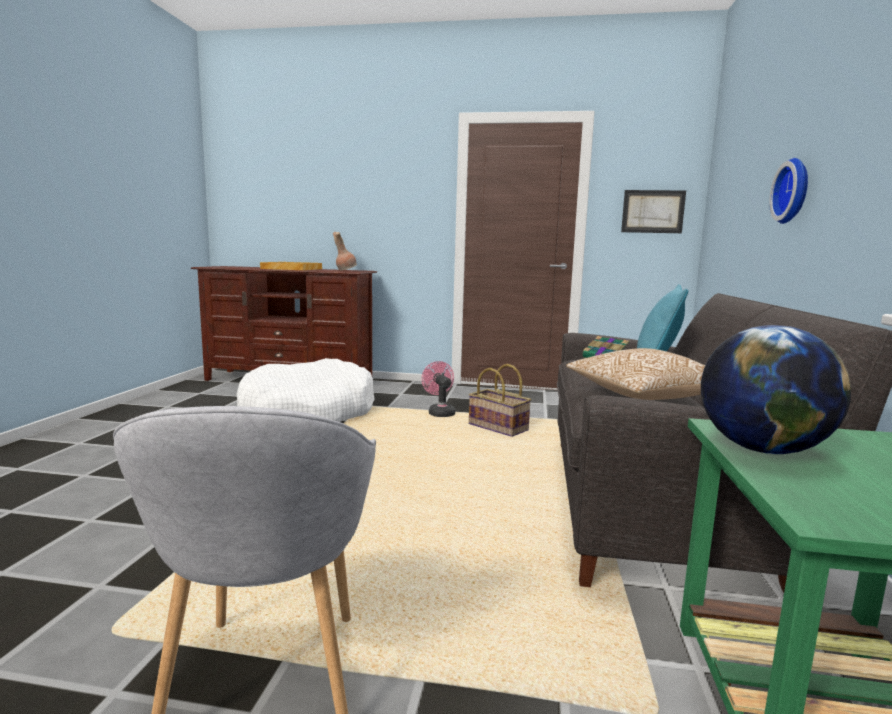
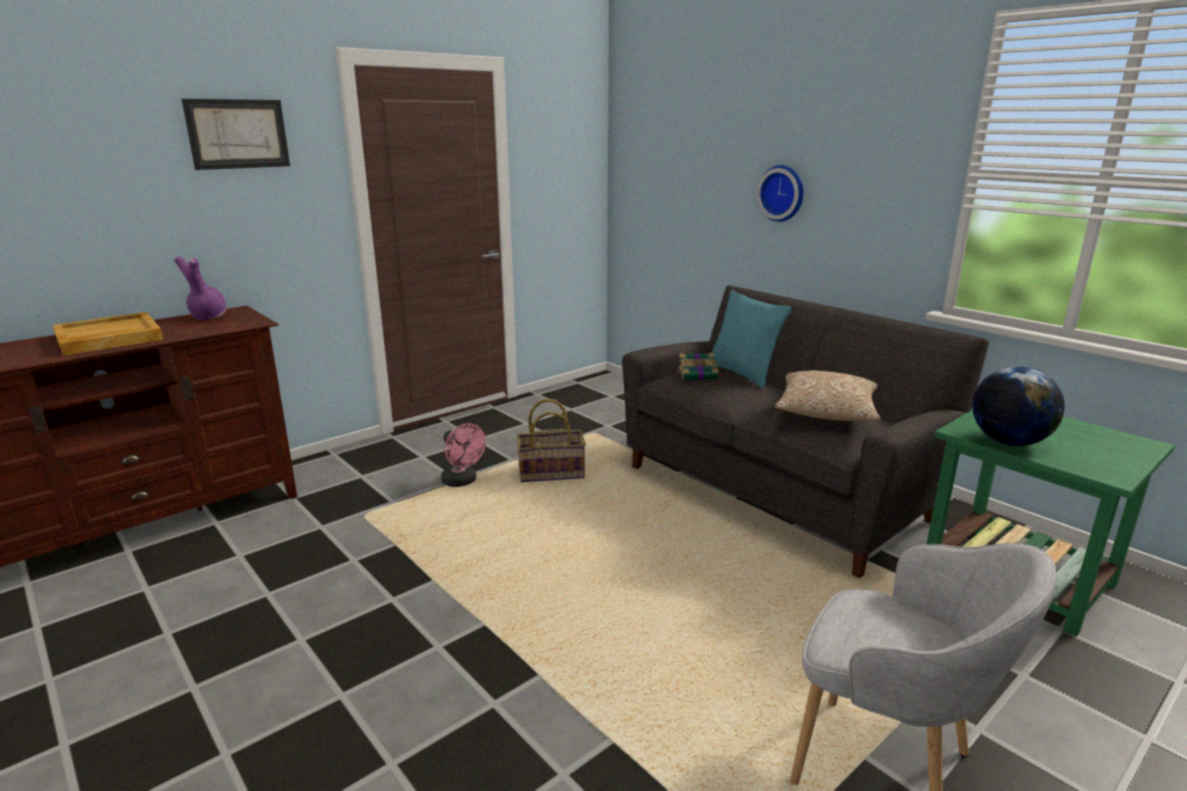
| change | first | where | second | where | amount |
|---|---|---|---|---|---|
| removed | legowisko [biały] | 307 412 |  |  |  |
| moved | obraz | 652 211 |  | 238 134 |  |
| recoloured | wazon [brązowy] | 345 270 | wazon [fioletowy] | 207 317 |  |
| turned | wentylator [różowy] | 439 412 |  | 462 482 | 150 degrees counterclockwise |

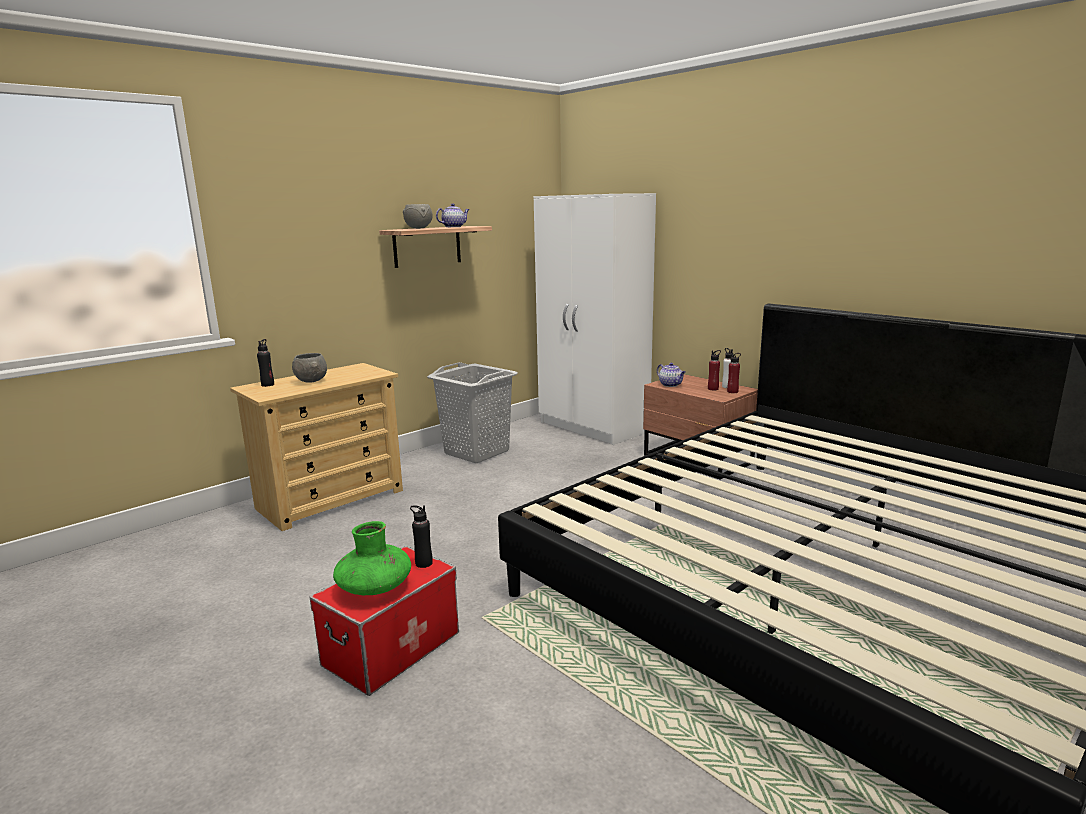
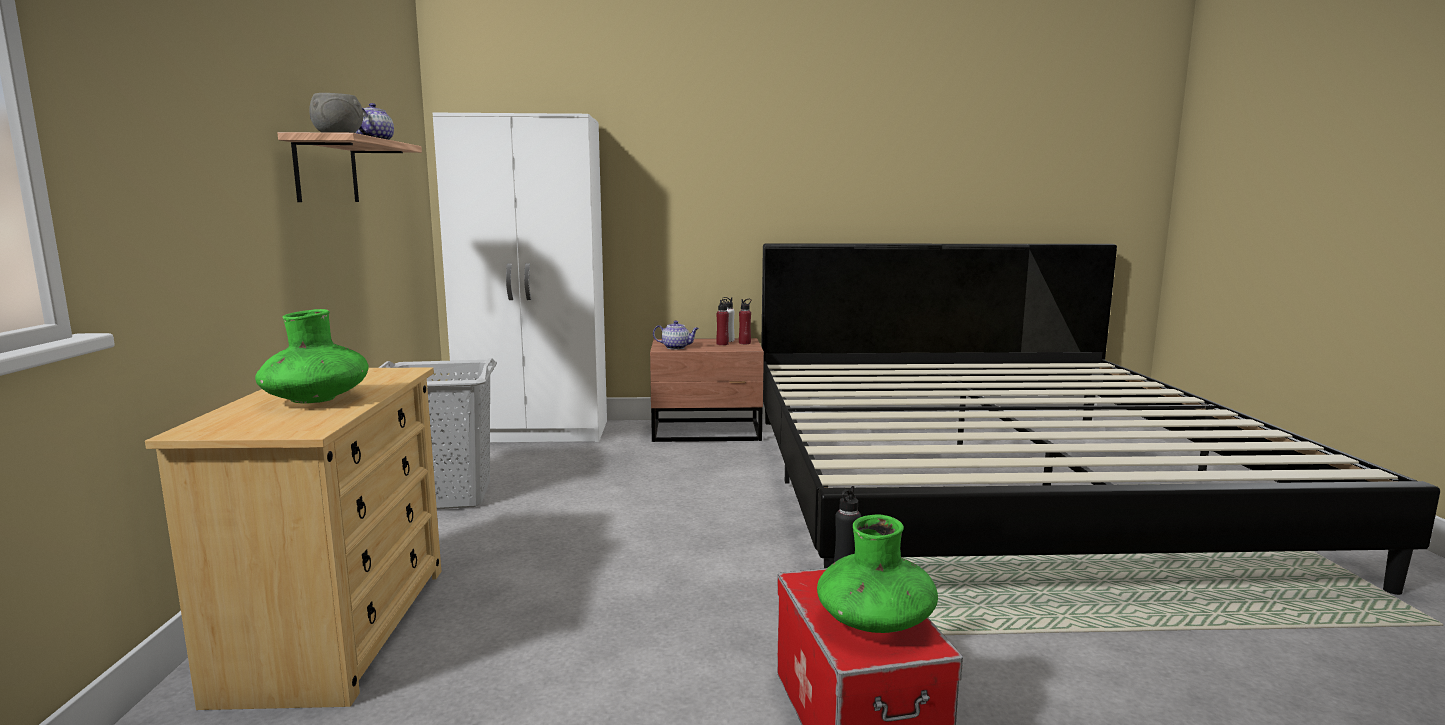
| change | first | where | second | where | amount |
|---|---|---|---|---|---|
| removed | butelka [czarny] | 268 385 |  |  |  |
| replaced | miska [szary] | 311 382 | wazon [zielony] | 316 400 |  |

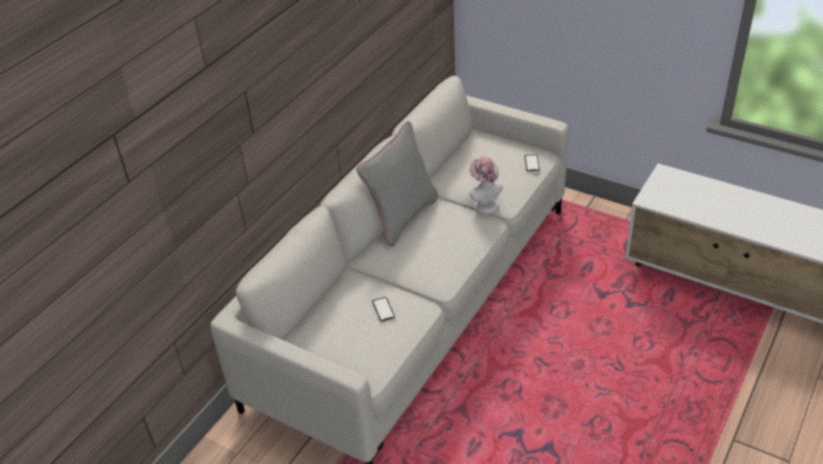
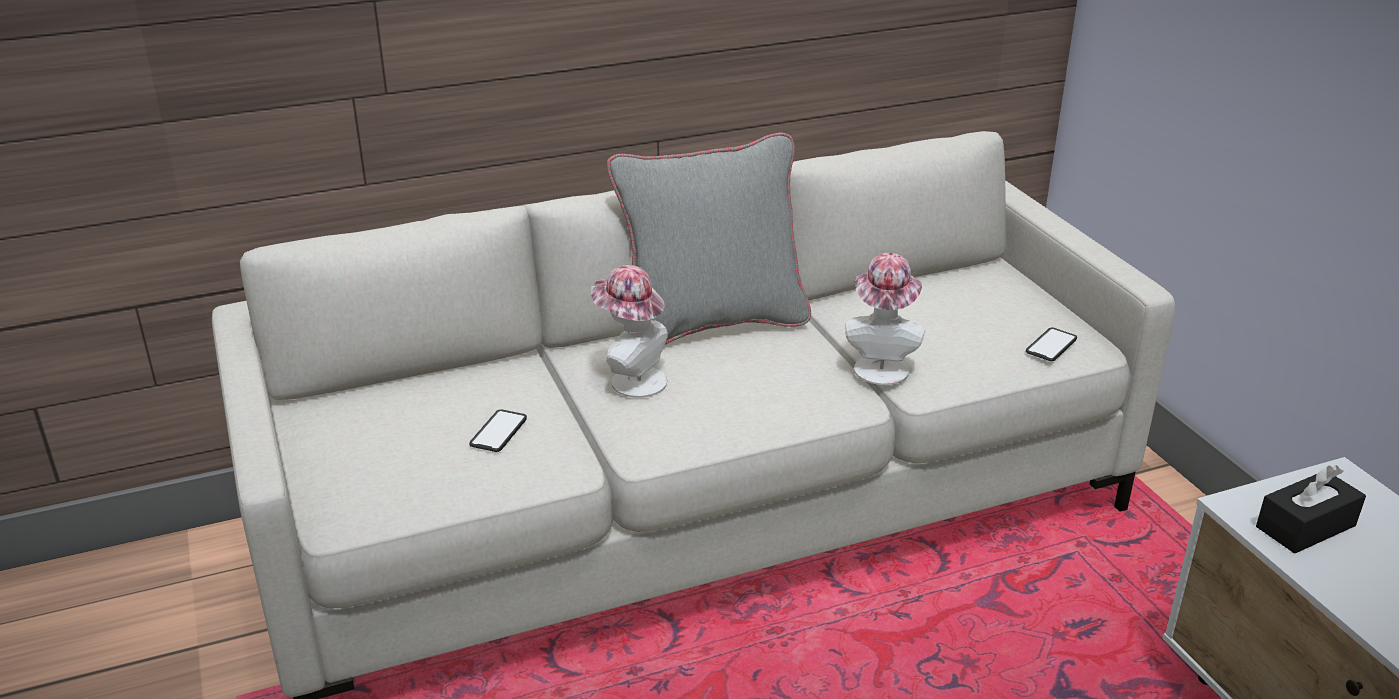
| change | first | where | second | where | amount |
|---|---|---|---|---|---|
| added |  |  | kapelusz | 631 380 |  |
| added |  |  | pudełko chusteczek [czarny] | 1305 526 |  |

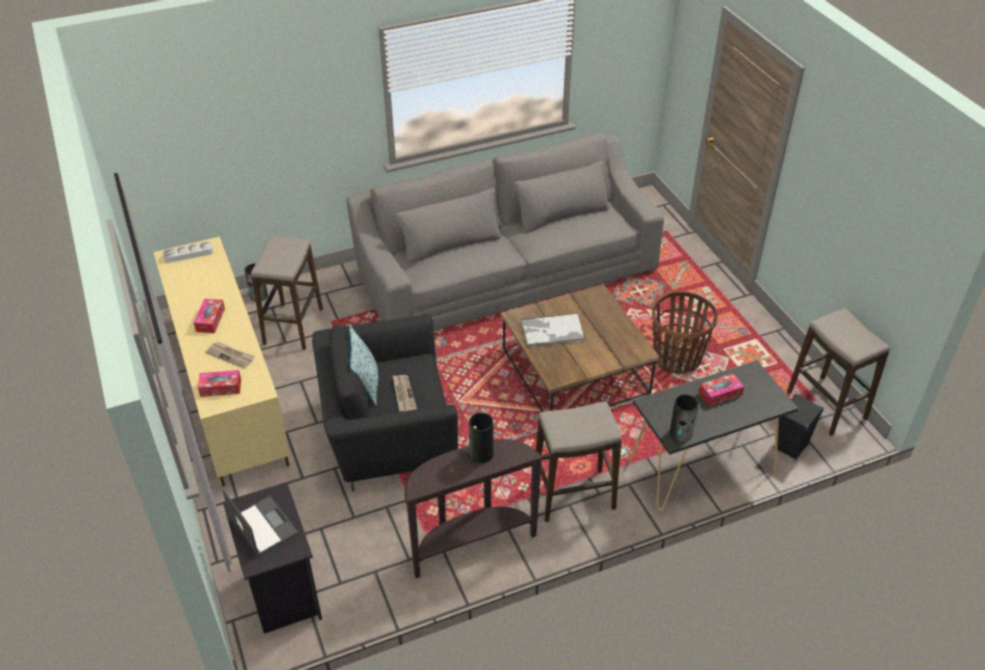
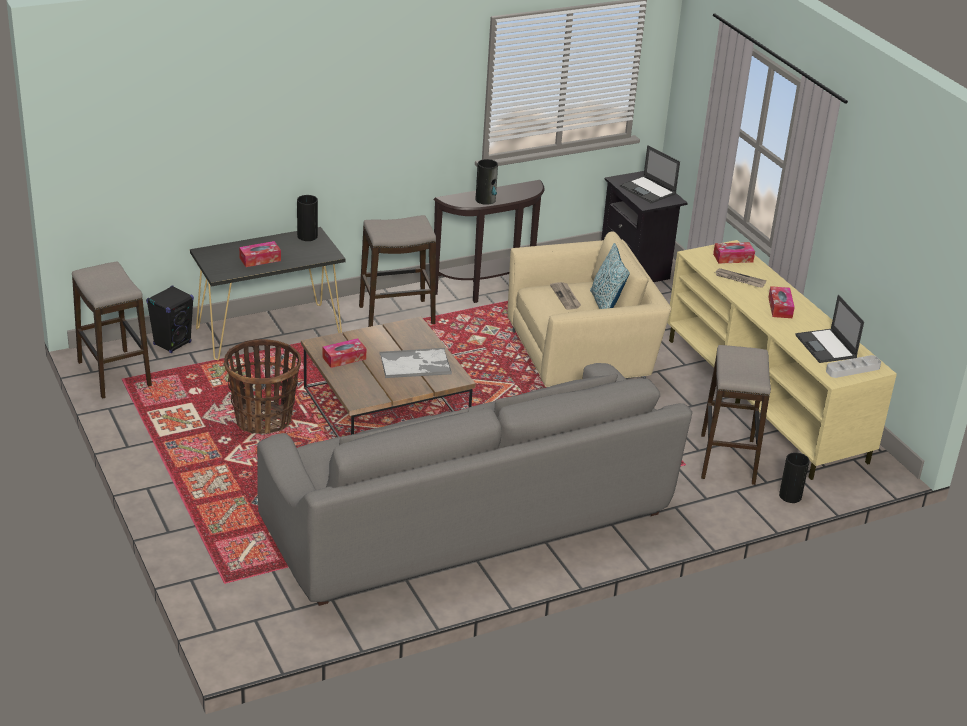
| change | first | where | second | where | amount |
|---|---|---|---|---|---|
| added |  |  | pudełko chusteczek | 344 358 |  |
| added |  |  | laptop | 826 347 |  |
| recoloured | fotel [czarny] | 388 436 | fotel [beżowy] | 581 359 |  |

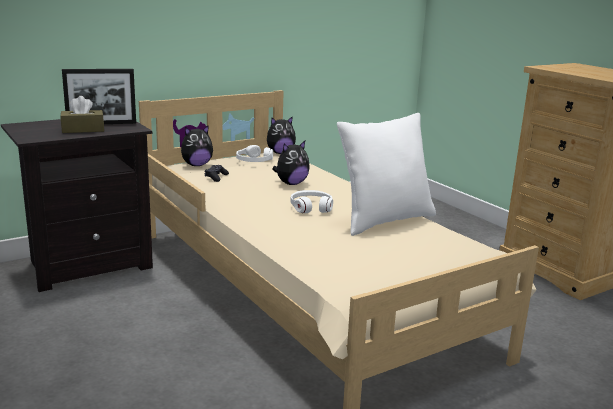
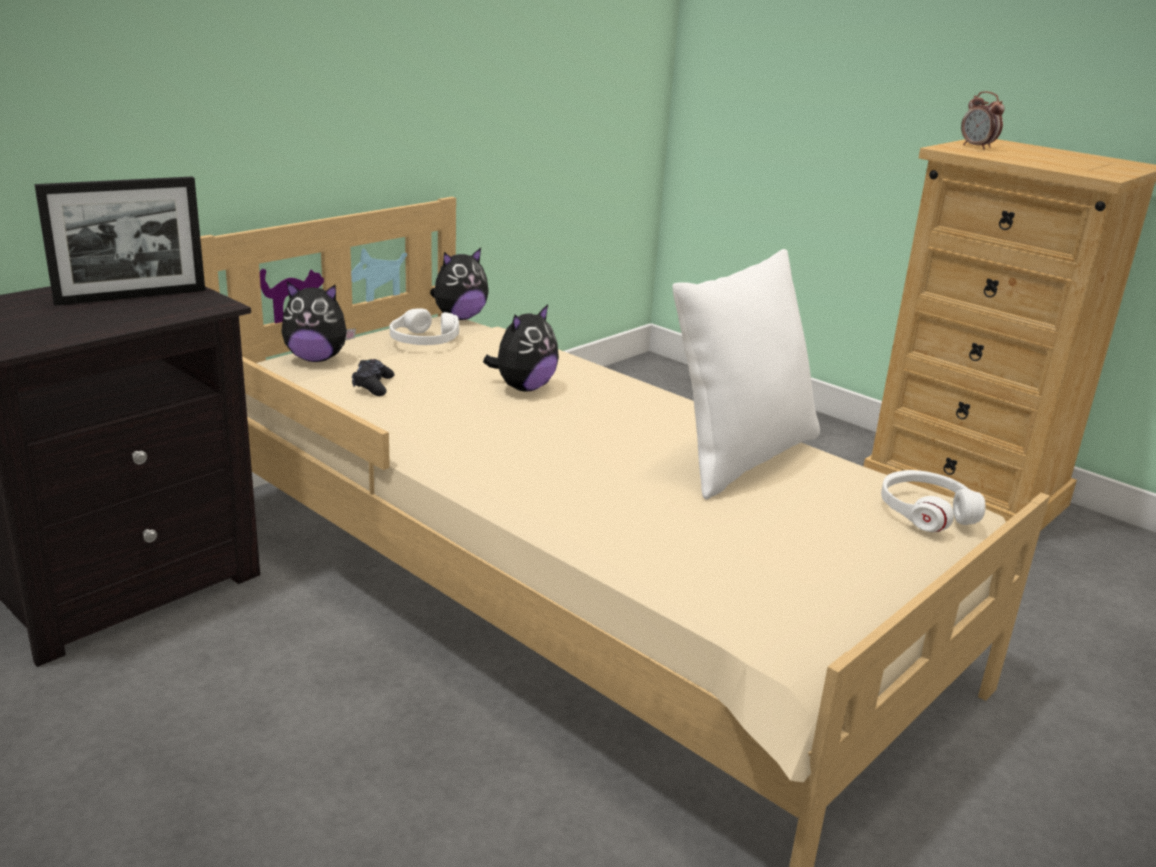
| change | first | where | second | where | amount |
|---|---|---|---|---|---|
| removed | pudełko chusteczek [brązowy] | 83 129 |  |  |  |
| added |  |  | budzik | 977 147 |  |
| moved | słuchawki [biały] | 311 207 |  | 925 512 |  |
| turned | pluszak | 196 165 |  | 317 358 | 45 degrees clockwise |

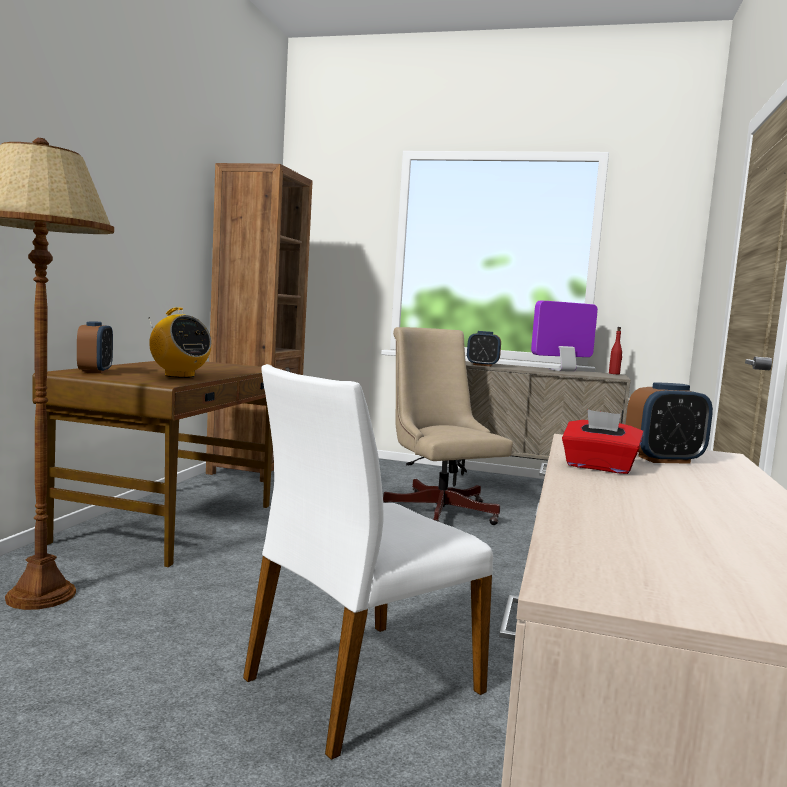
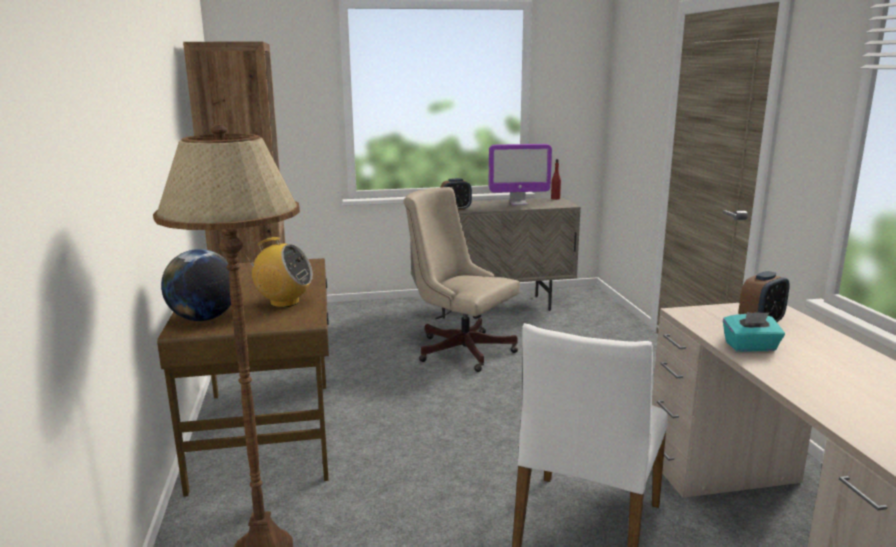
| change | first | where | second | where | amount |
|---|---|---|---|---|---|
| replaced | budzik | 95 371 | globus | 203 318 |  |
| recoloured | pudełko chusteczek [czerwony] | 599 467 | pudełko chusteczek [turkusowy] | 750 347 |  |
| turned | monitor | 562 370 |  | 518 203 | 135 degrees counterclockwise |

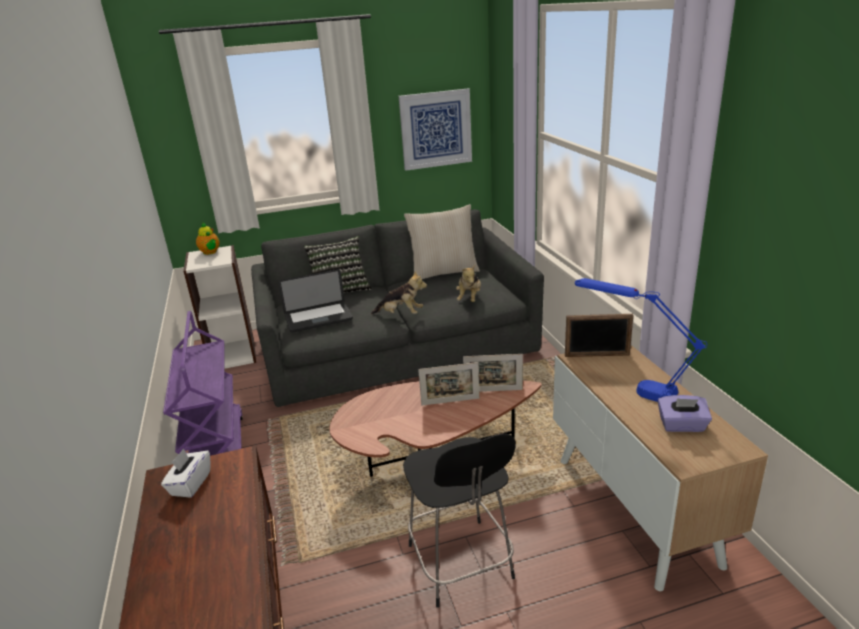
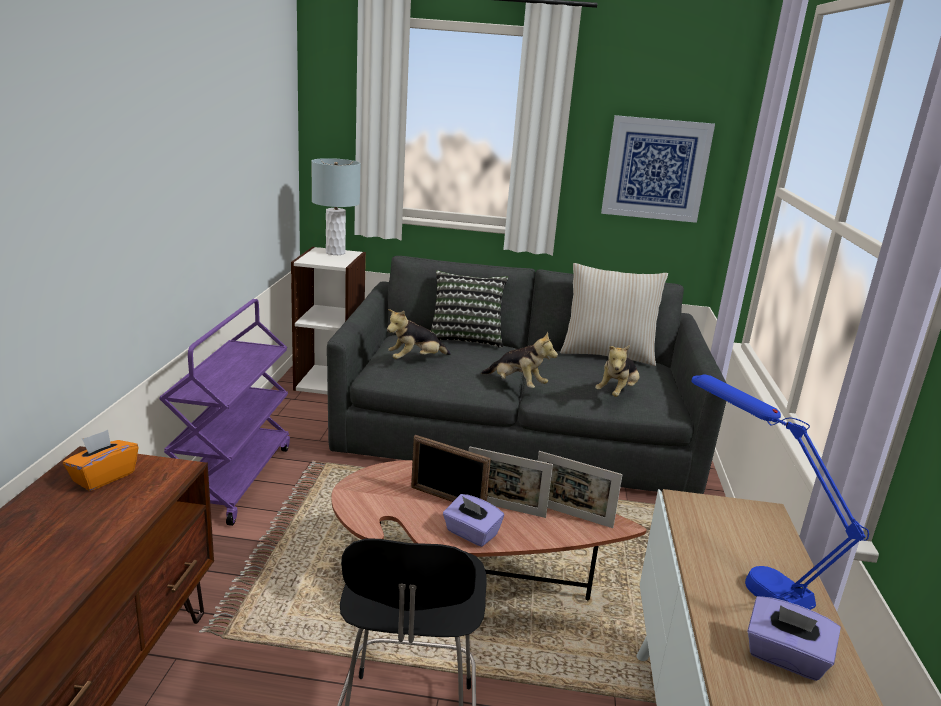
| change | first | where | second | where | amount |
|---|---|---|---|---|---|
| added |  |  | pudełko chusteczek [fioletowy] | 471 534 |  |
| moved | ramka na zdjęcie | 597 355 |  | 447 499 |  |
| replaced | imbryk | 210 252 | lampa stołowa [szary] | 335 253 |  |
| replaced | laptop | 318 318 | pluszak | 415 360 |  |
| recoloured | pudełko chusteczek [biały] | 190 484 | pudełko chusteczek [pomarańczowy] | 103 477 |  |

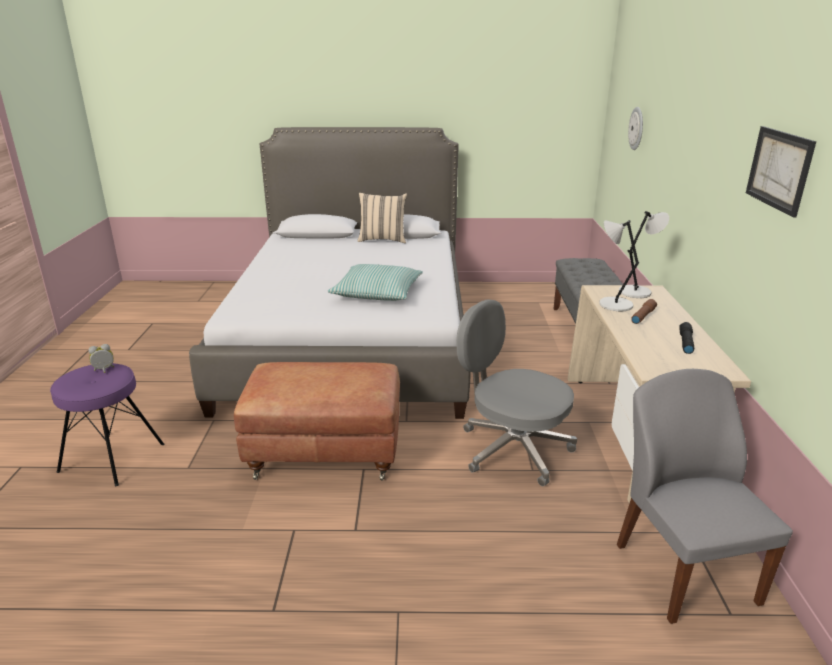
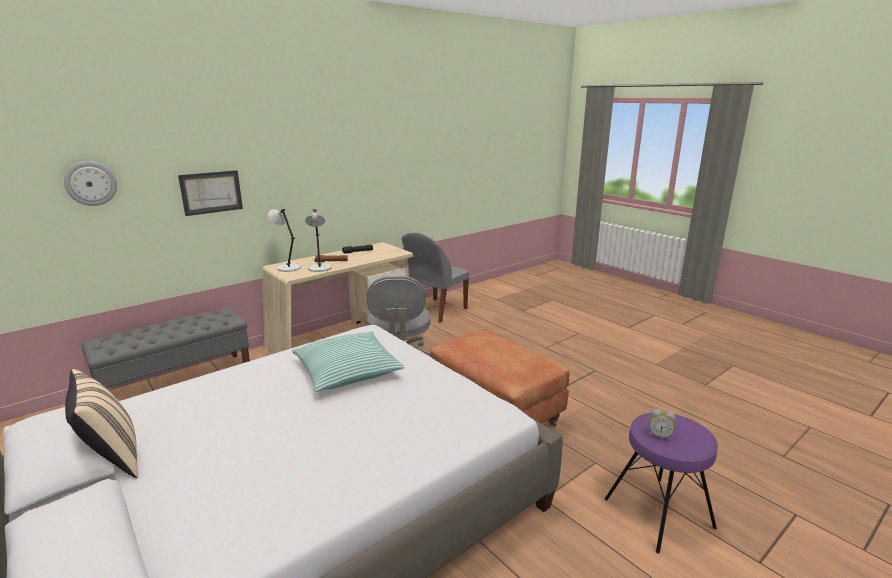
| change | first | where | second | where | amount |
|---|---|---|---|---|---|
| moved | obraz | 779 169 |  | 211 192 |  |

